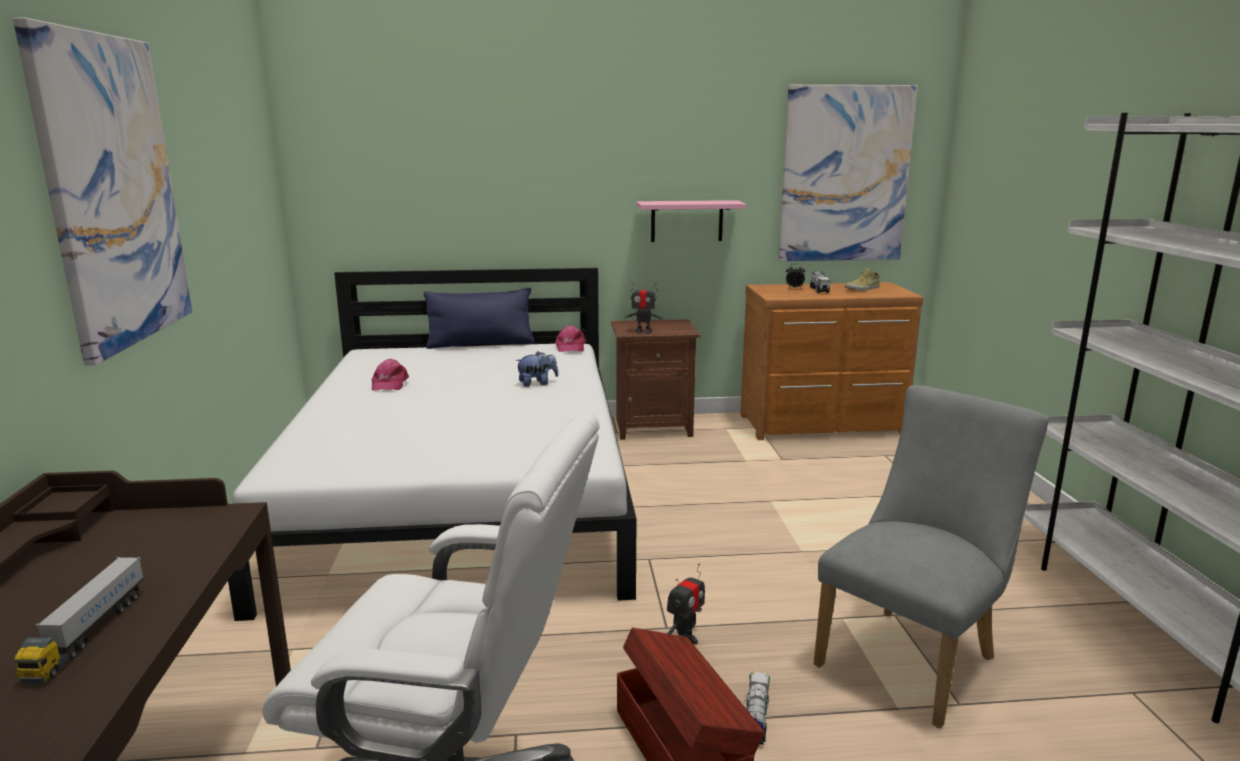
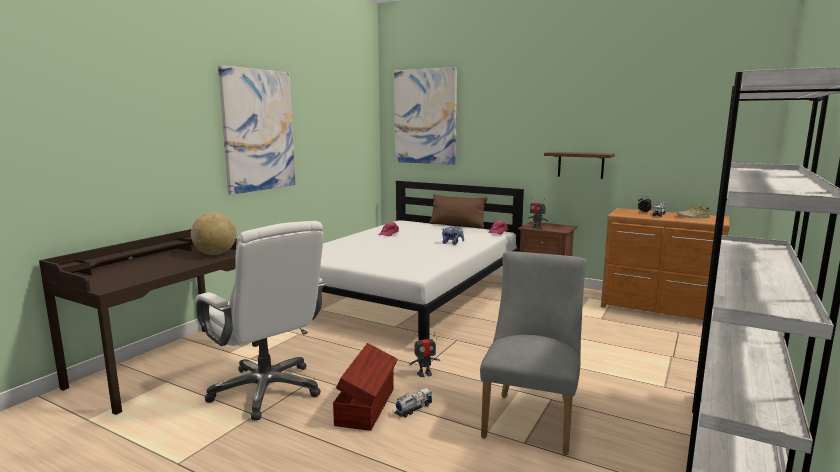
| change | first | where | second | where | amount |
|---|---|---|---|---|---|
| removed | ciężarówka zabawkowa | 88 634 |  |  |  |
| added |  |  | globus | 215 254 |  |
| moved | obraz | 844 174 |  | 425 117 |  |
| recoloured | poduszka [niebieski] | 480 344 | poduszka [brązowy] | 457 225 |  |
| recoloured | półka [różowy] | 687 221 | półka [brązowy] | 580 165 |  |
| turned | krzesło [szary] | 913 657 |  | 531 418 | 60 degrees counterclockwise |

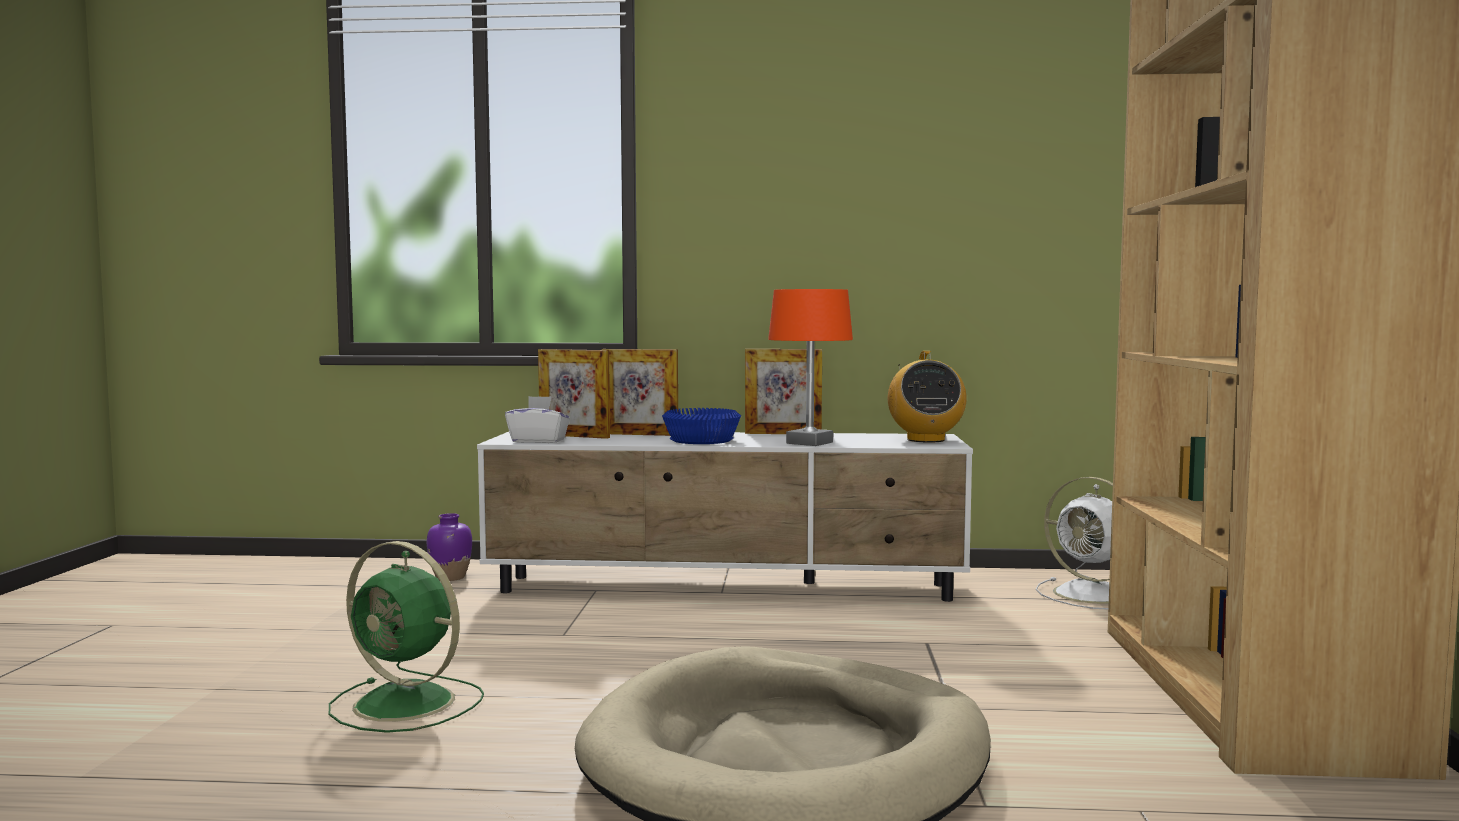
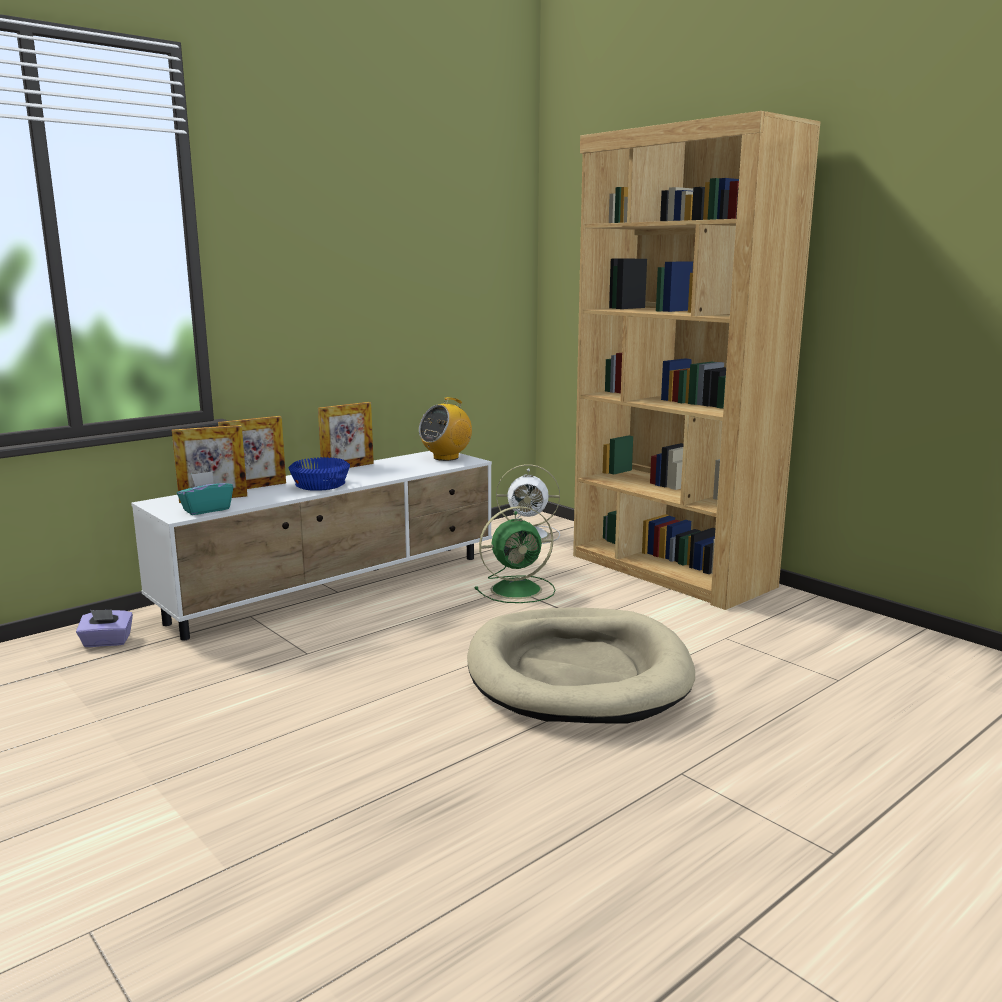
| change | first | where | second | where | amount |
|---|---|---|---|---|---|
| removed | lampa stołowa [pomarańczowy] | 810 443 |  |  |  |
| moved | wentylator [zielony] | 408 704 |  | 518 589 |  |
| replaced | wazon [fioletowy] | 450 577 | pudełko chusteczek [fioletowy] | 107 642 |  |
| recoloured | pudełko chusteczek [biały] | 538 441 | pudełko chusteczek [turkusowy] | 206 510 |  |
| turned | radio | 925 440 |  | 446 457 | 90 degrees clockwise |

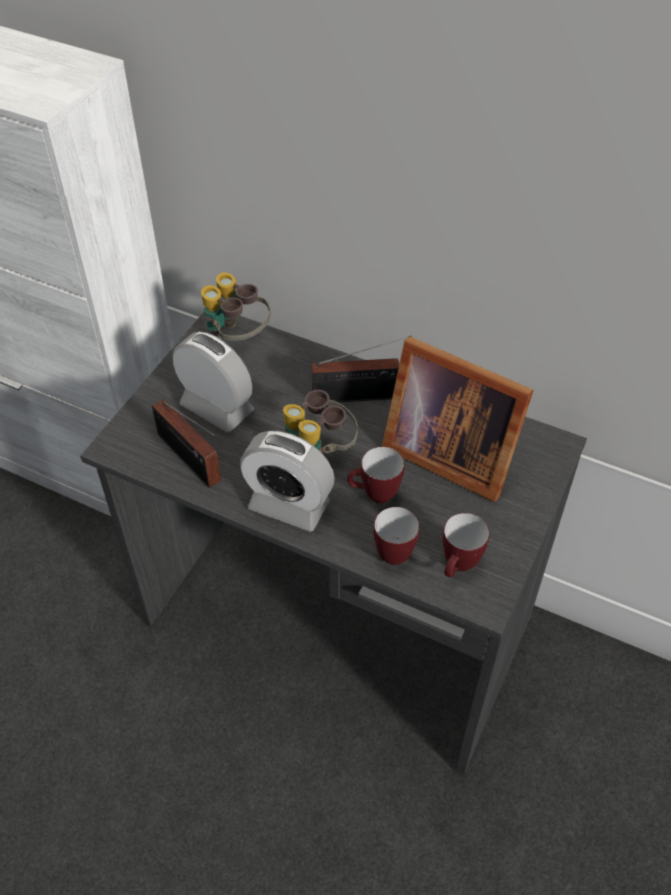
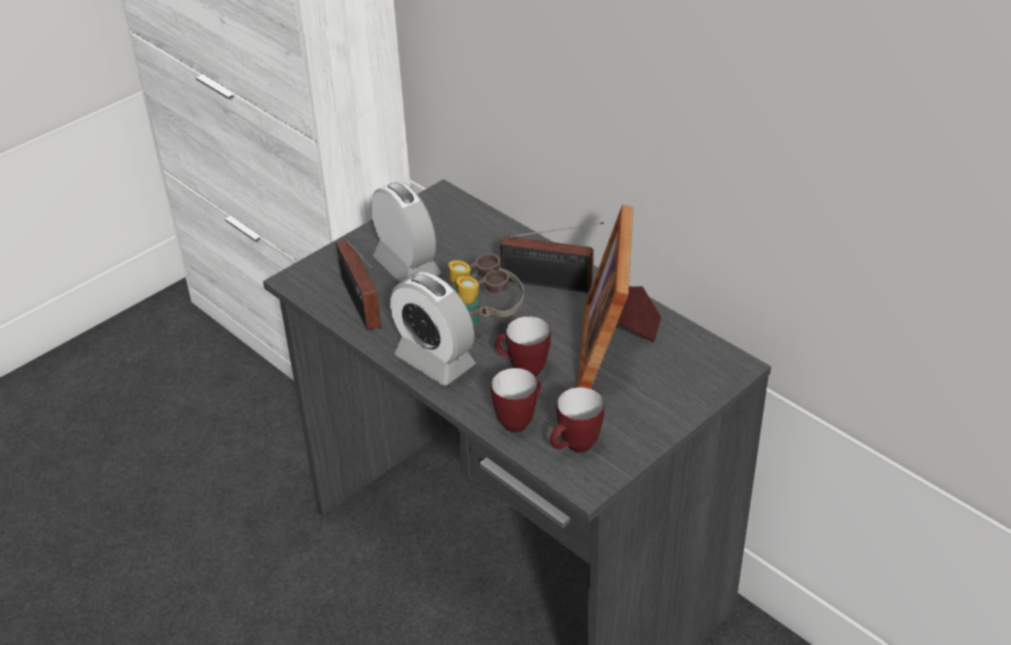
| change | first | where | second | where | amount |
|---|---|---|---|---|---|
| removed | lornetka | 237 339 |  |  |  |
| turned | ramka na zdjęcie | 447 452 |  | 615 348 | 45 degrees clockwise |

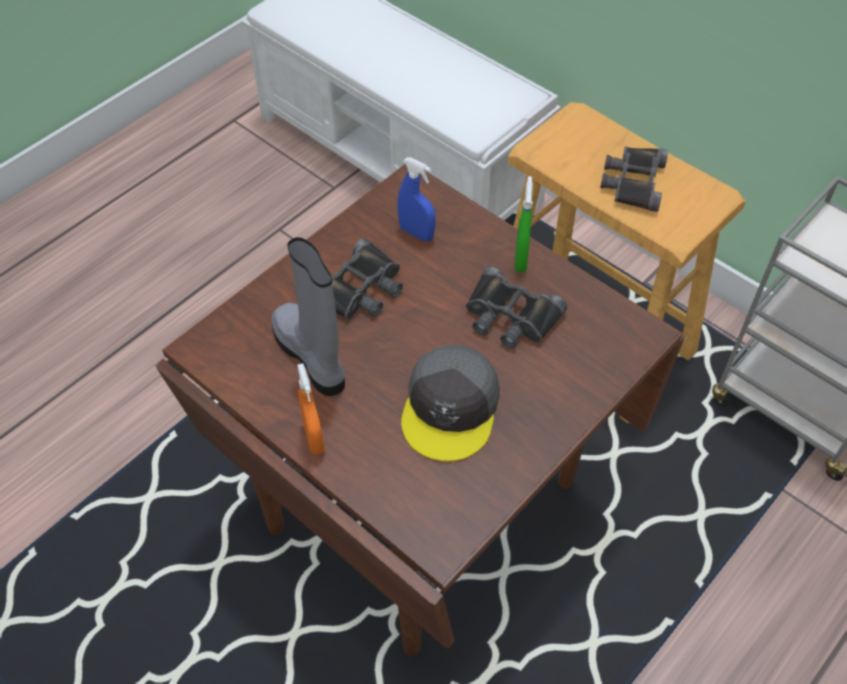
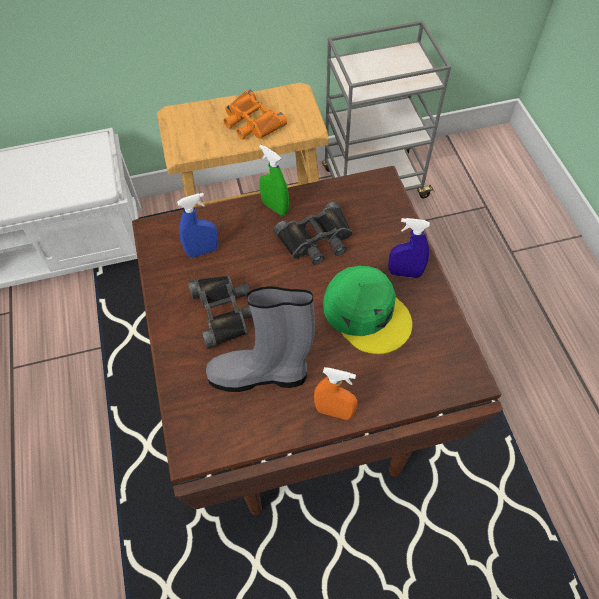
| change | first | where | second | where | amount |
|---|---|---|---|---|---|
| added |  |  | spryskiwacz [niebieski] | 405 273 |  |
| recoloured | czapka z daszkiem [szary] | 451 408 | czapka z daszkiem [zielony] | 366 313 |  |
| recoloured | lornetka [czarny] | 633 182 | lornetka [pomarańczowy] | 251 122 |  |

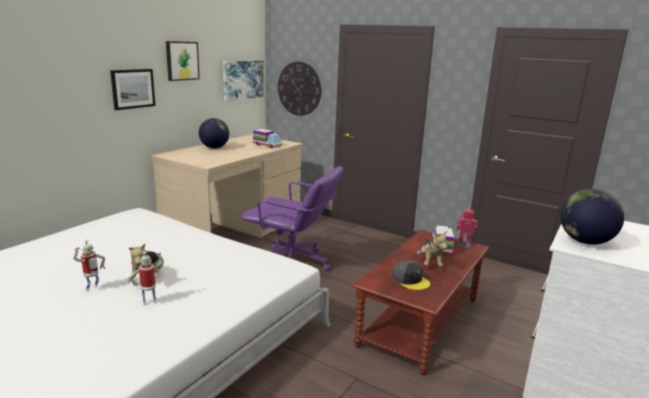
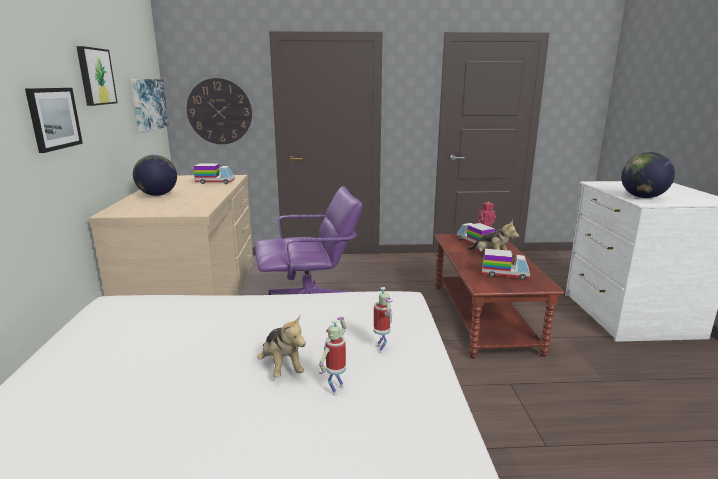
| change | first | where | second | where | amount |
|---|---|---|---|---|---|
| moved | robot zabawkowy | 93 289 |  | 382 349 |  |
| replaced | czapka z daszkiem [szary] | 410 280 | ciężarówka zabawkowa | 504 274 |  |

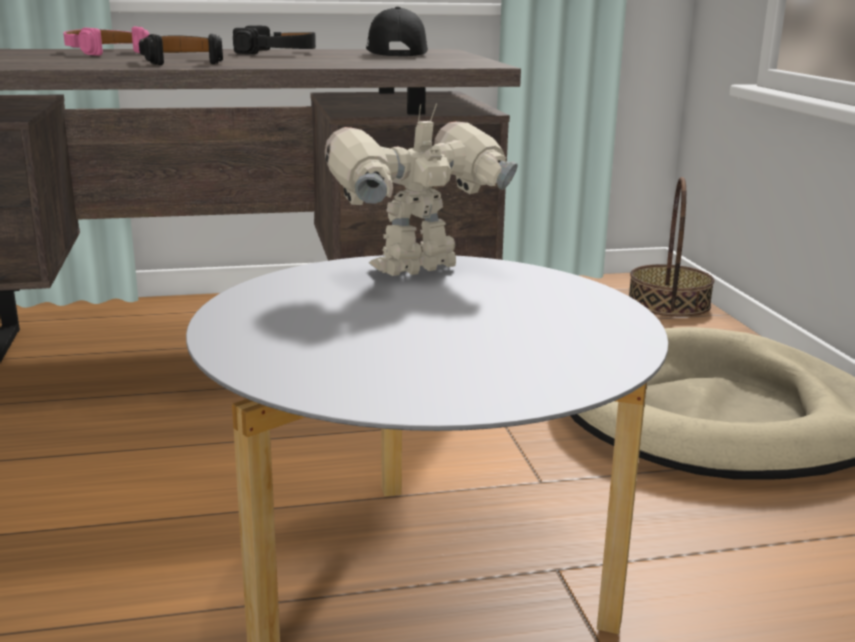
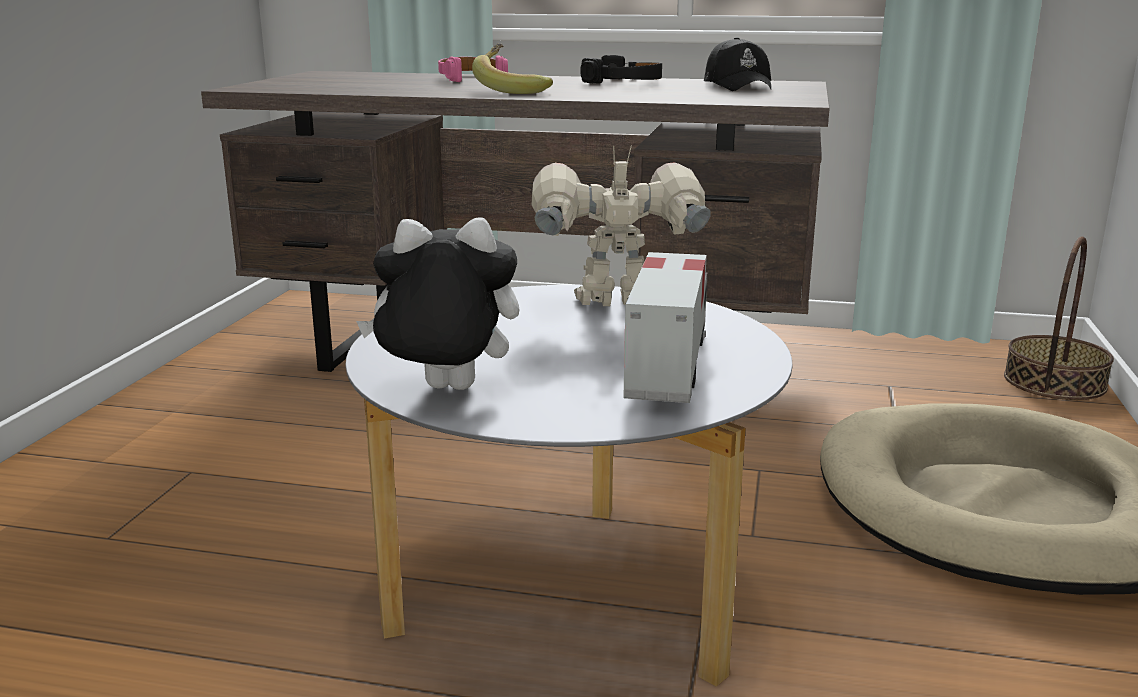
| change | first | where | second | where | amount |
|---|---|---|---|---|---|
| added |  |  | pluszak | 445 391 |  |
| added |  |  | ciężarówka zabawkowa | 667 366 |  |
| replaced | słuchawki [czarny] | 181 61 | banan | 513 90 |  |
| turned | czapka z daszkiem [czarny] | 396 54 |  | 738 86 | 150 degrees clockwise |

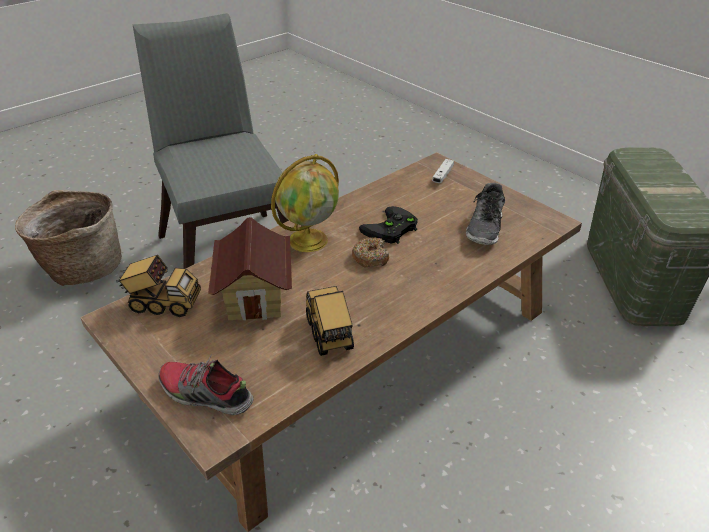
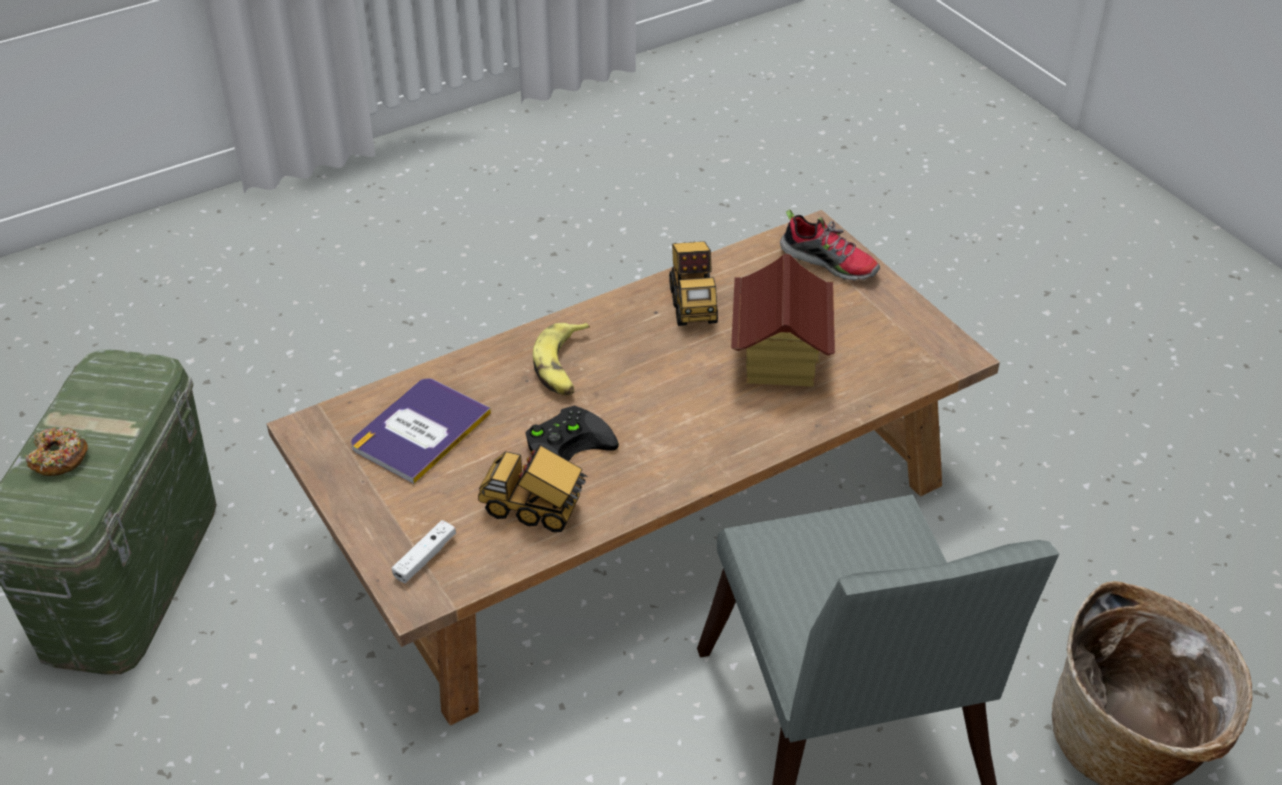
| change | first | where | second | where | amount |
|---|---|---|---|---|---|
| removed | globus | 309 239 |  |  |  |
| added |  |  | banan | 563 367 |  |
| moved | ciężarówka zabawkowa | 163 304 |  | 535 510 |  |
| moved | donut | 370 258 |  | 59 459 |  |
| replaced | but | 485 227 | książka | 420 430 |  |

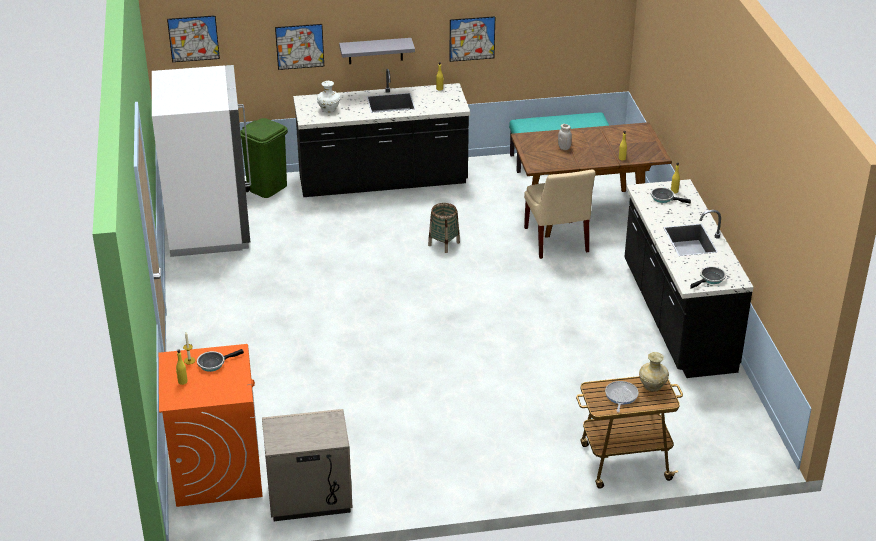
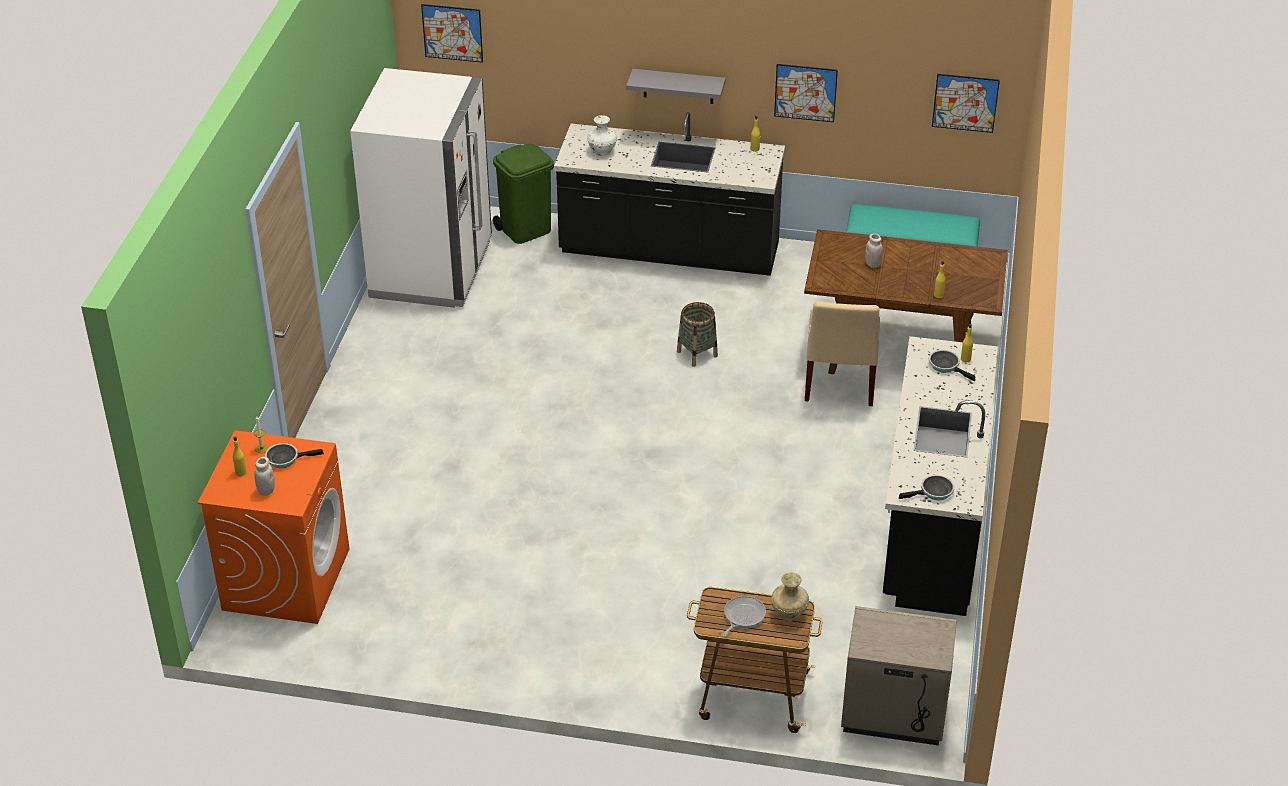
| change | first | where | second | where | amount |
|---|---|---|---|---|---|
| added |  |  | słoik [biały] | 266 490 |  |
| moved | szafka nocna [beżowy] | 309 498 |  | 893 714 |  |
| moved | obraz | 299 46 |  | 965 103 |  |

